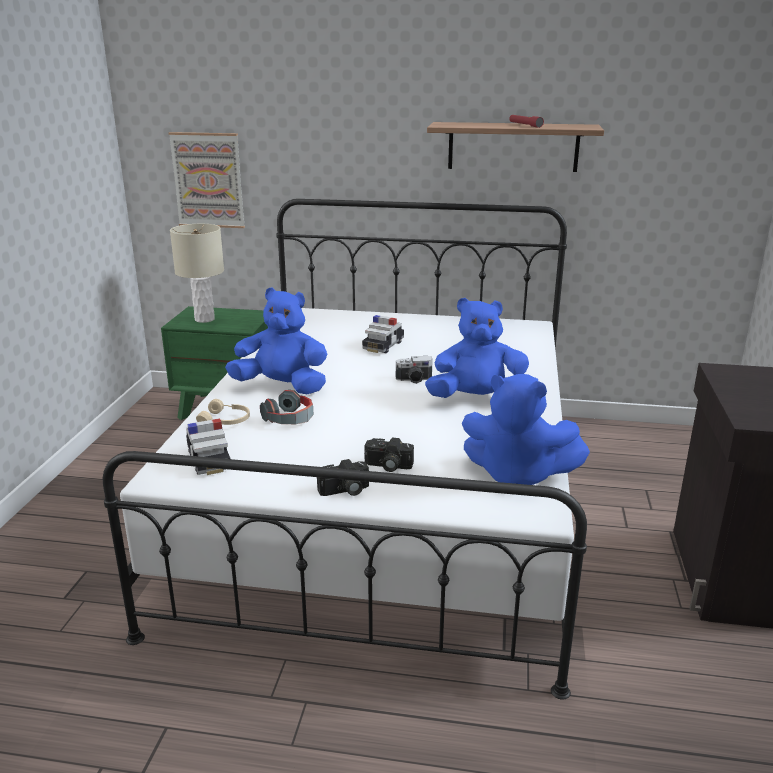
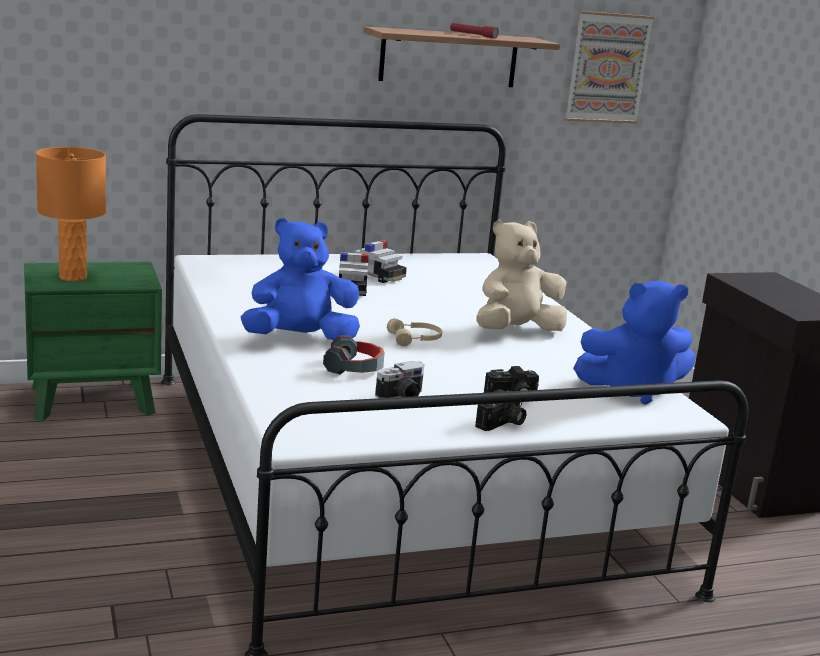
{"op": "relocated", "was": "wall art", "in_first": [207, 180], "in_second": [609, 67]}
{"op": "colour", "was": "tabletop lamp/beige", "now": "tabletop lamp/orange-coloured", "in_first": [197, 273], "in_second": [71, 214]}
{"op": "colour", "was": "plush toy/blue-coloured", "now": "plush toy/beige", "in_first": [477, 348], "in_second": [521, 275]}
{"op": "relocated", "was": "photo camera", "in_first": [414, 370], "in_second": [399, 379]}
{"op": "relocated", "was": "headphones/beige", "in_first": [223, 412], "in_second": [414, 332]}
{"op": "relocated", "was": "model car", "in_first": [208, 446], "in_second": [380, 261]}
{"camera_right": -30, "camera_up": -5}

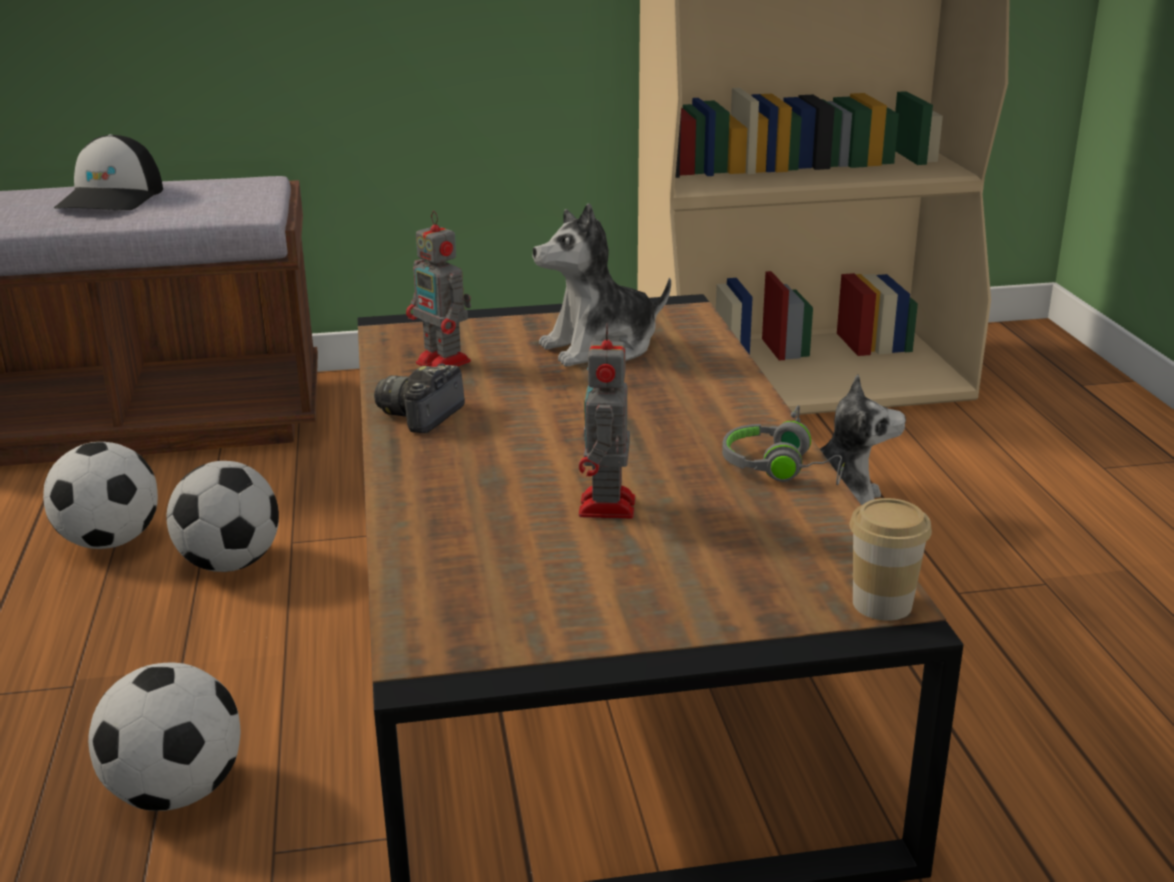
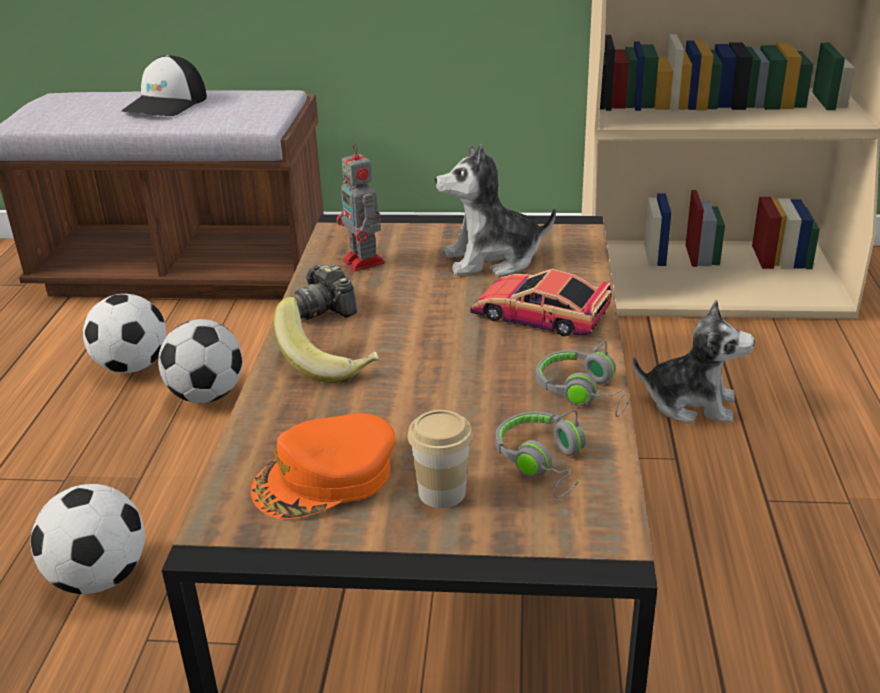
{"op": "missing", "was": "model robot", "in_first": [607, 421]}
{"op": "spun", "was": "photo camera", "in_first": [419, 398], "in_second": [324, 292], "clockwise": -75}
{"op": "relocated", "was": "cup", "in_first": [891, 559], "in_second": [440, 459]}
{"op": "appeared", "now": "model car", "in_second": [541, 303]}
{"op": "appeared", "now": "banana", "in_second": [327, 340]}
{"op": "appeared", "now": "headphones/grey", "in_second": [541, 454]}
{"op": "appeared", "now": "peaked cap/orange-coloured", "in_second": [323, 466]}
{"camera_right": 15, "camera_up": 5}

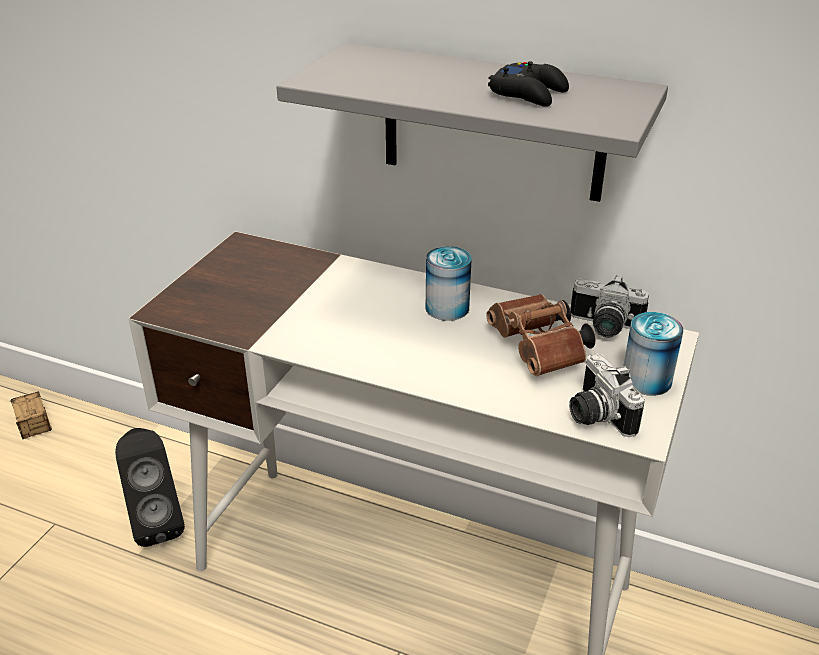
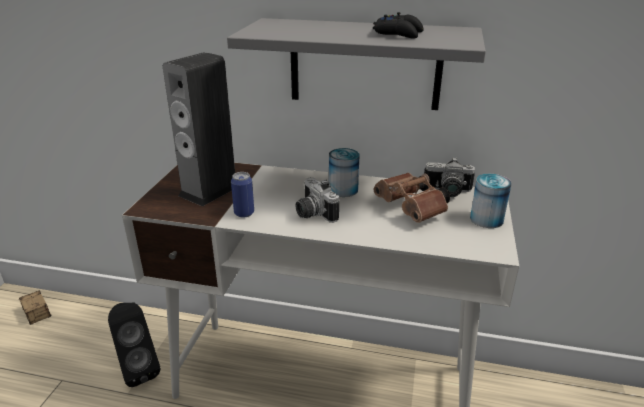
{"op": "relocated", "was": "photo camera", "in_first": [607, 395], "in_second": [317, 200]}
{"op": "appeared", "now": "audio speaker", "in_second": [199, 129]}
{"op": "appeared", "now": "can", "in_second": [242, 194]}
{"camera_right": -10, "camera_up": -5}

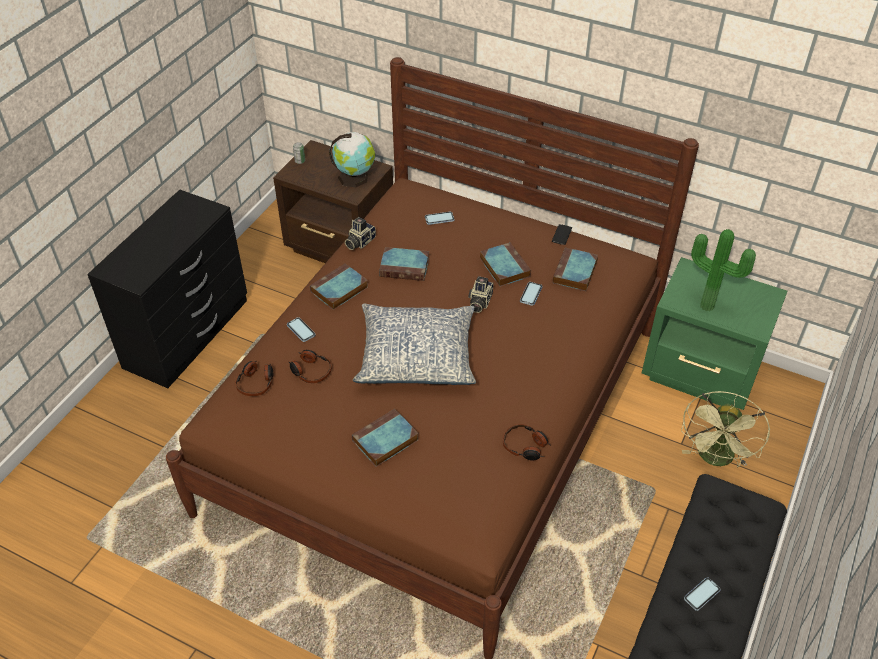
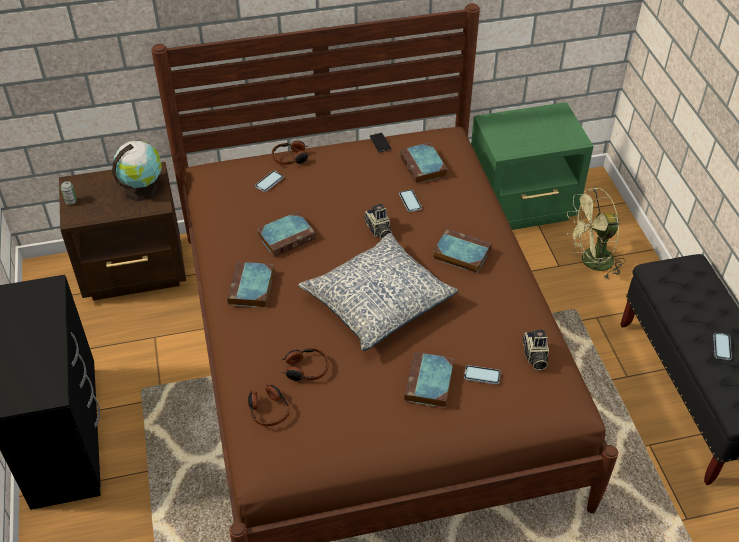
{"op": "relocated", "was": "photo camera", "in_first": [360, 233], "in_second": [535, 350]}
{"op": "missing", "was": "potted plant", "in_first": [723, 270]}
{"op": "relocated", "was": "book", "in_first": [505, 264], "in_second": [462, 251]}
{"op": "relocated", "was": "phone", "in_first": [301, 329], "in_second": [482, 375]}
{"op": "spun", "was": "electric fan/green-coloured", "in_first": [725, 429], "in_second": [596, 233], "clockwise": 90}
{"op": "relocated", "was": "headphones", "in_first": [527, 442], "in_second": [291, 153]}
{"camera_right": -40, "camera_up": 0}

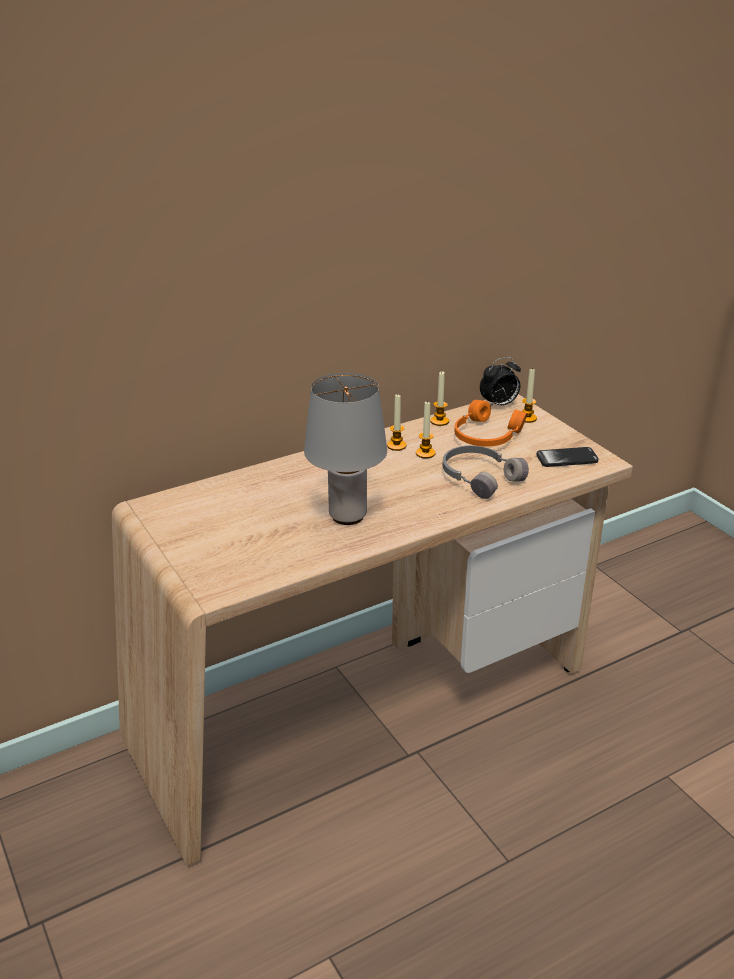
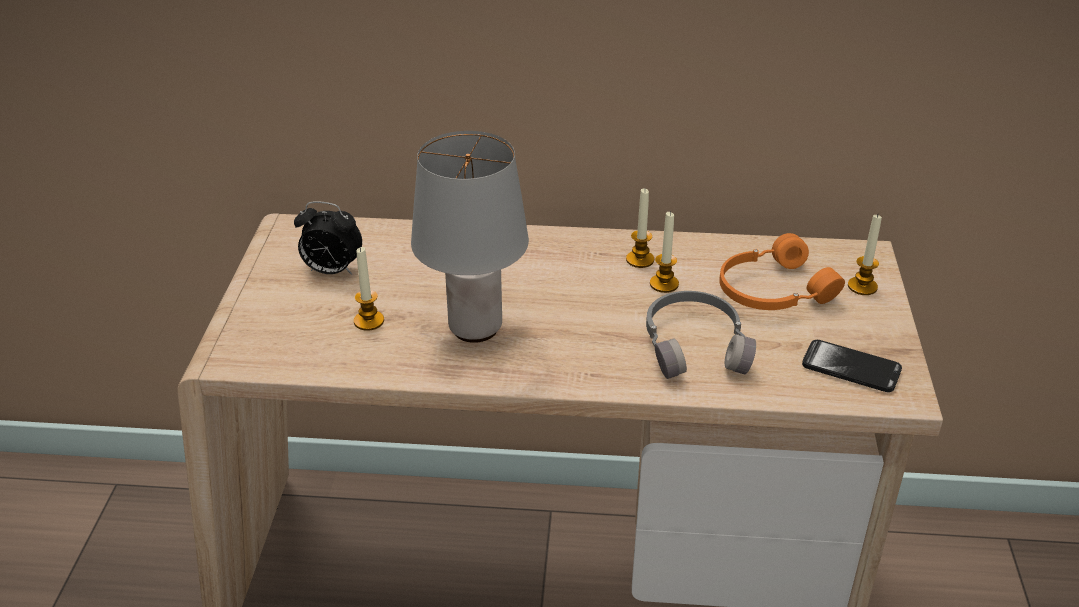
{"op": "relocated", "was": "table clock", "in_first": [500, 382], "in_second": [328, 238]}
{"op": "relocated", "was": "candle", "in_first": [439, 398], "in_second": [369, 289]}
{"camera_right": 35, "camera_up": 5}

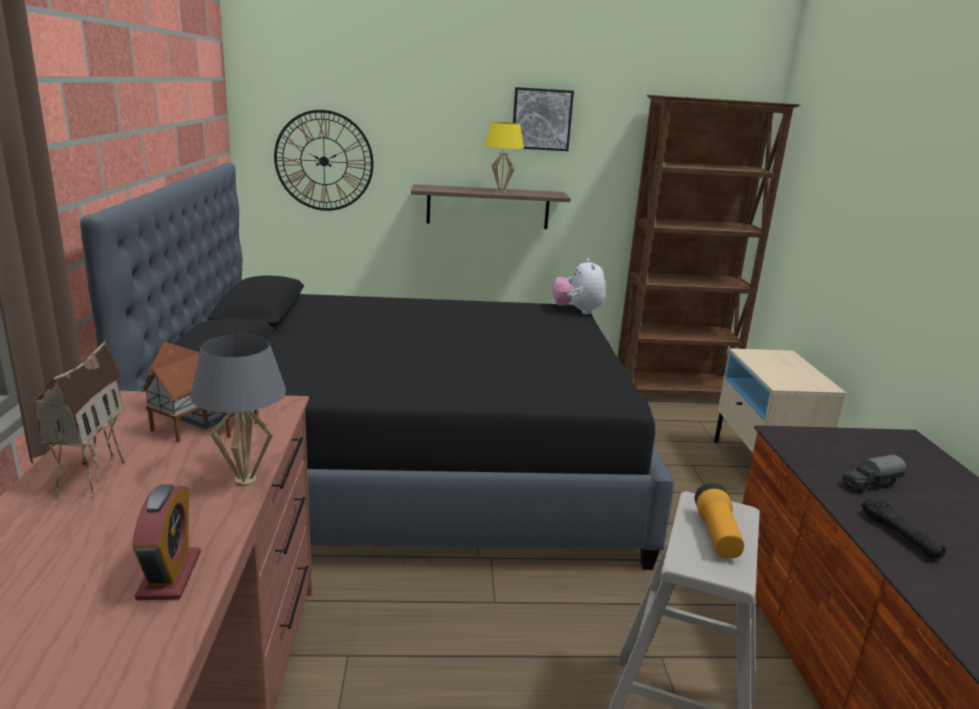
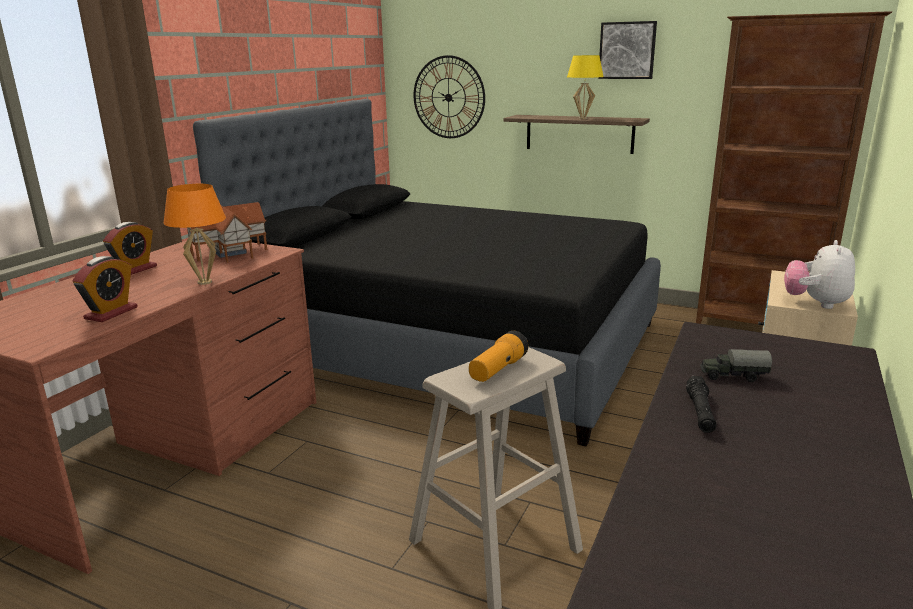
{"op": "relocated", "was": "plush toy", "in_first": [578, 286], "in_second": [819, 274]}
{"op": "colour", "was": "tabletop lamp/grey", "now": "tabletop lamp/orange-coloured", "in_first": [238, 410], "in_second": [195, 234]}
{"op": "exchanged", "was": "model house", "now": "table clock", "in_first": [76, 420], "in_second": [130, 248]}
{"camera_right": 30, "camera_up": 0}

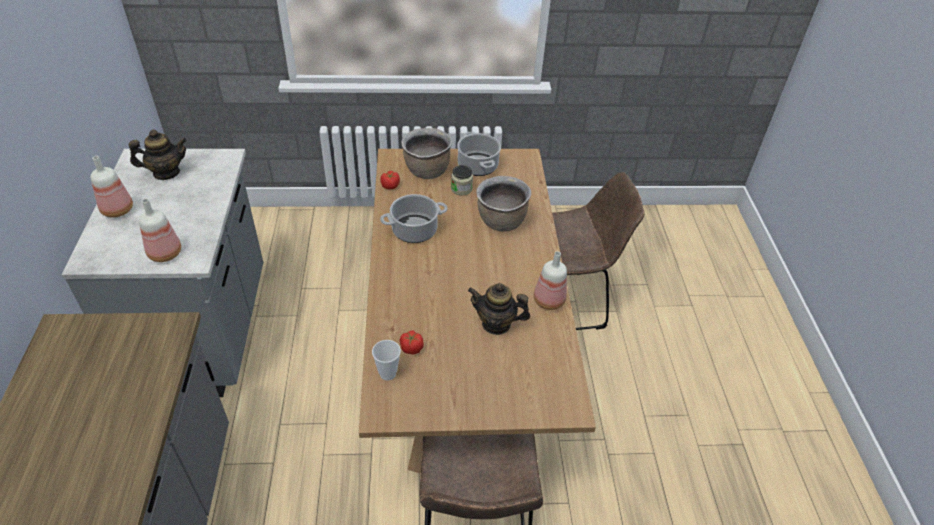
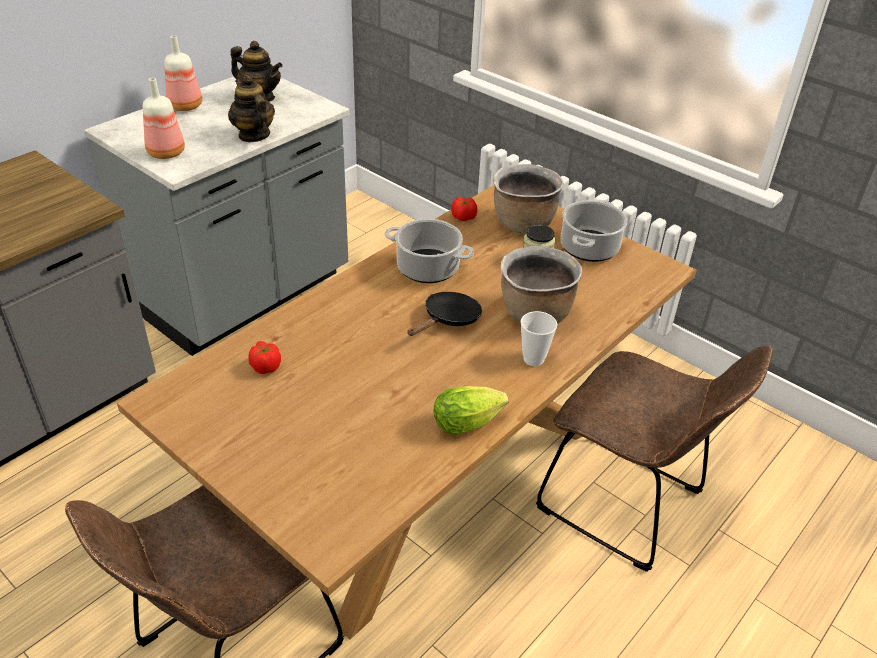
{"op": "exchanged", "was": "drink bottle", "now": "lettuce head", "in_first": [550, 280], "in_second": [471, 410]}
{"op": "relocated", "was": "tea pot", "in_first": [499, 309], "in_second": [251, 108]}
{"op": "relocated", "was": "cup", "in_first": [386, 360], "in_second": [539, 338]}
{"op": "appeared", "now": "skillet/black", "in_second": [444, 314]}
{"camera_right": 45, "camera_up": -5}

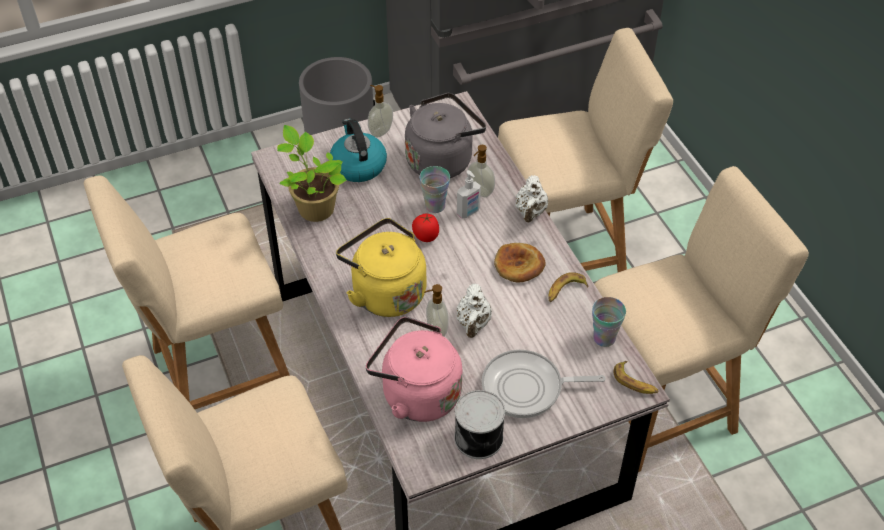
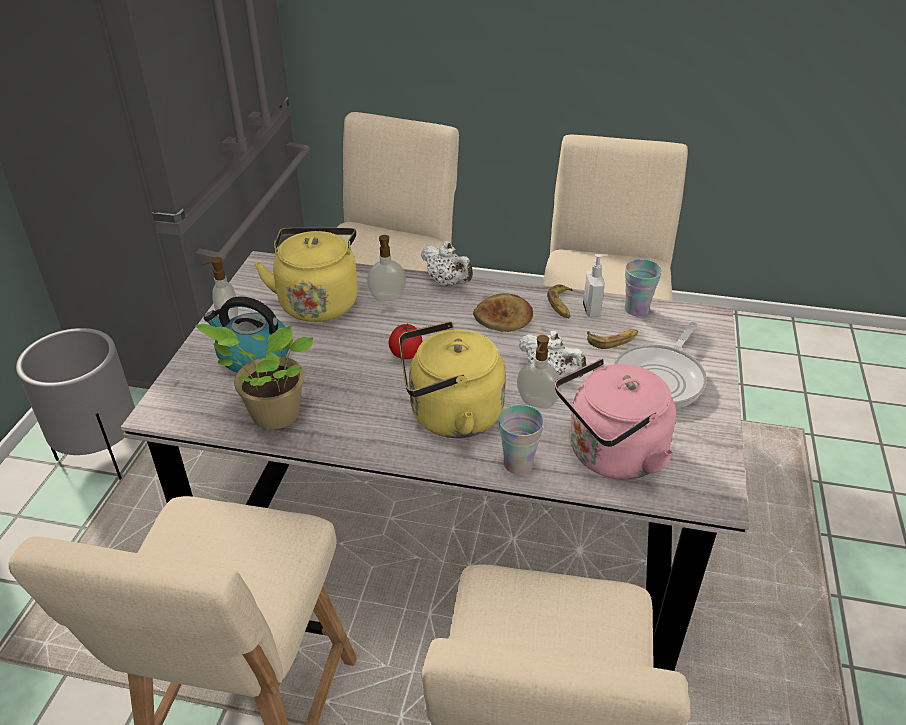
{"op": "colour", "was": "tea kettle/grey", "now": "tea kettle/yellowish", "in_first": [445, 135], "in_second": [306, 275]}
{"op": "relocated", "was": "cup", "in_first": [435, 189], "in_second": [521, 439]}
{"op": "relocated", "was": "liquid soap bottle", "in_first": [469, 194], "in_second": [595, 285]}
{"op": "relocated", "was": "banana", "in_first": [636, 377], "in_second": [612, 339]}
{"op": "missing", "was": "can", "in_first": [479, 424]}
{"camera_right": -55, "camera_up": -10}

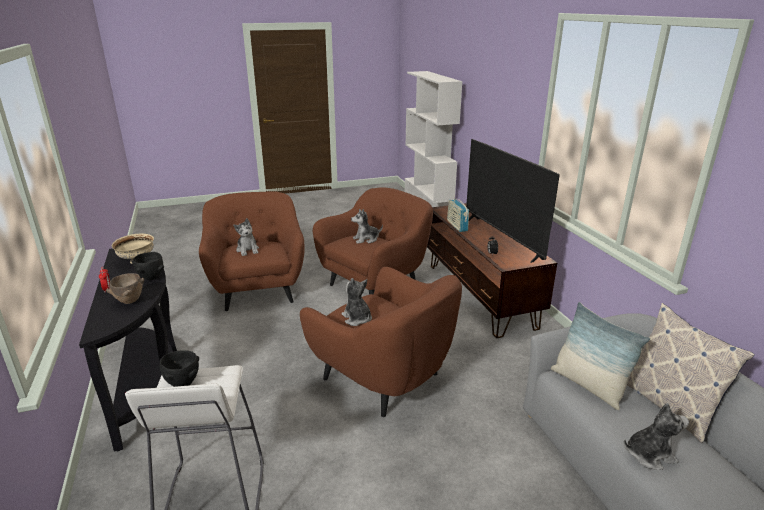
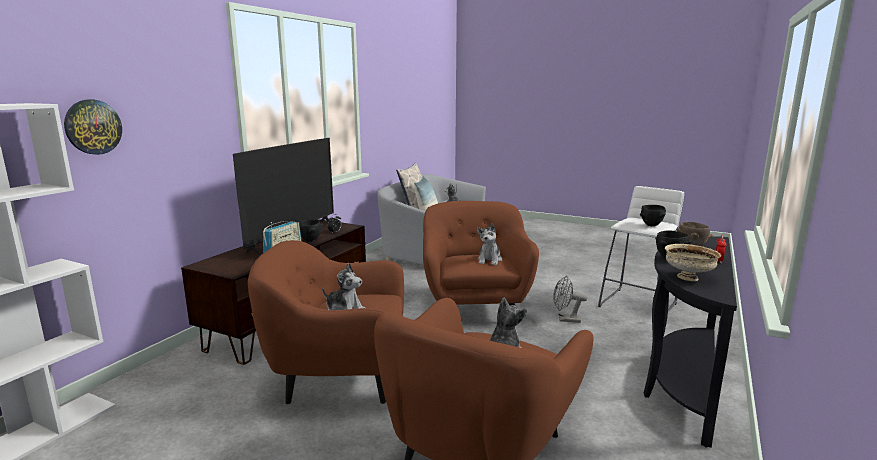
{"op": "appeared", "now": "wall clock", "in_second": [93, 127]}
{"op": "appeared", "now": "bowl/black", "in_second": [311, 230]}
{"op": "appeared", "now": "electric fan/grey", "in_second": [570, 299]}
{"camera_right": -135, "camera_up": -10}

